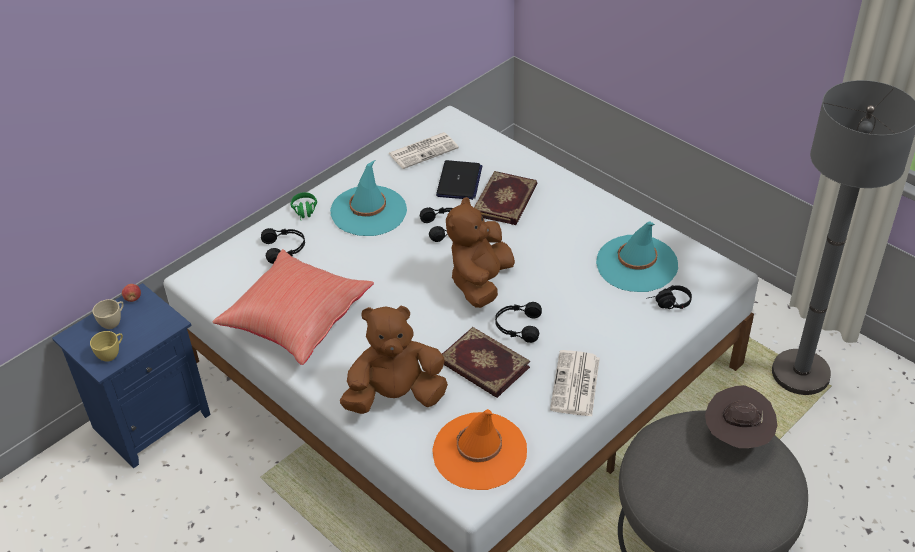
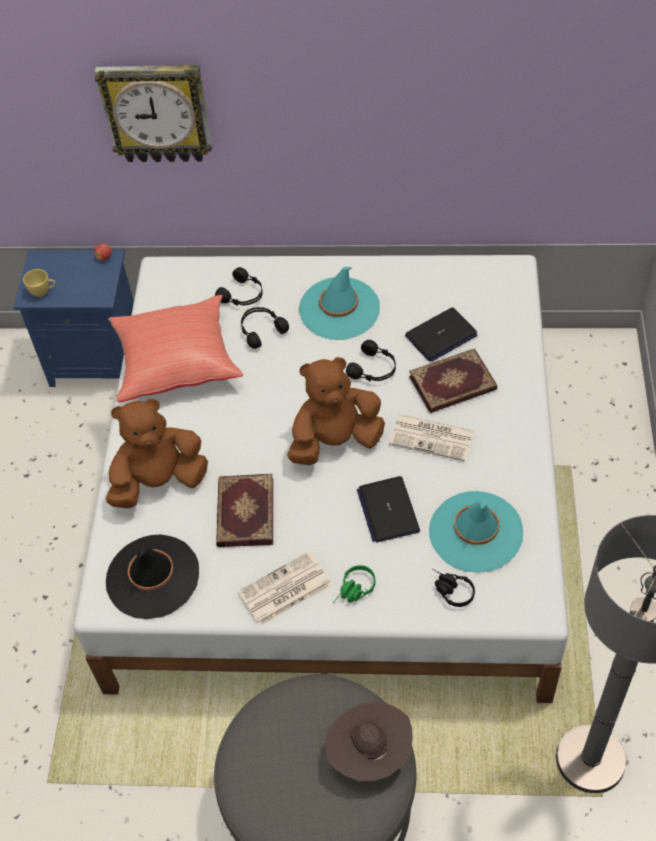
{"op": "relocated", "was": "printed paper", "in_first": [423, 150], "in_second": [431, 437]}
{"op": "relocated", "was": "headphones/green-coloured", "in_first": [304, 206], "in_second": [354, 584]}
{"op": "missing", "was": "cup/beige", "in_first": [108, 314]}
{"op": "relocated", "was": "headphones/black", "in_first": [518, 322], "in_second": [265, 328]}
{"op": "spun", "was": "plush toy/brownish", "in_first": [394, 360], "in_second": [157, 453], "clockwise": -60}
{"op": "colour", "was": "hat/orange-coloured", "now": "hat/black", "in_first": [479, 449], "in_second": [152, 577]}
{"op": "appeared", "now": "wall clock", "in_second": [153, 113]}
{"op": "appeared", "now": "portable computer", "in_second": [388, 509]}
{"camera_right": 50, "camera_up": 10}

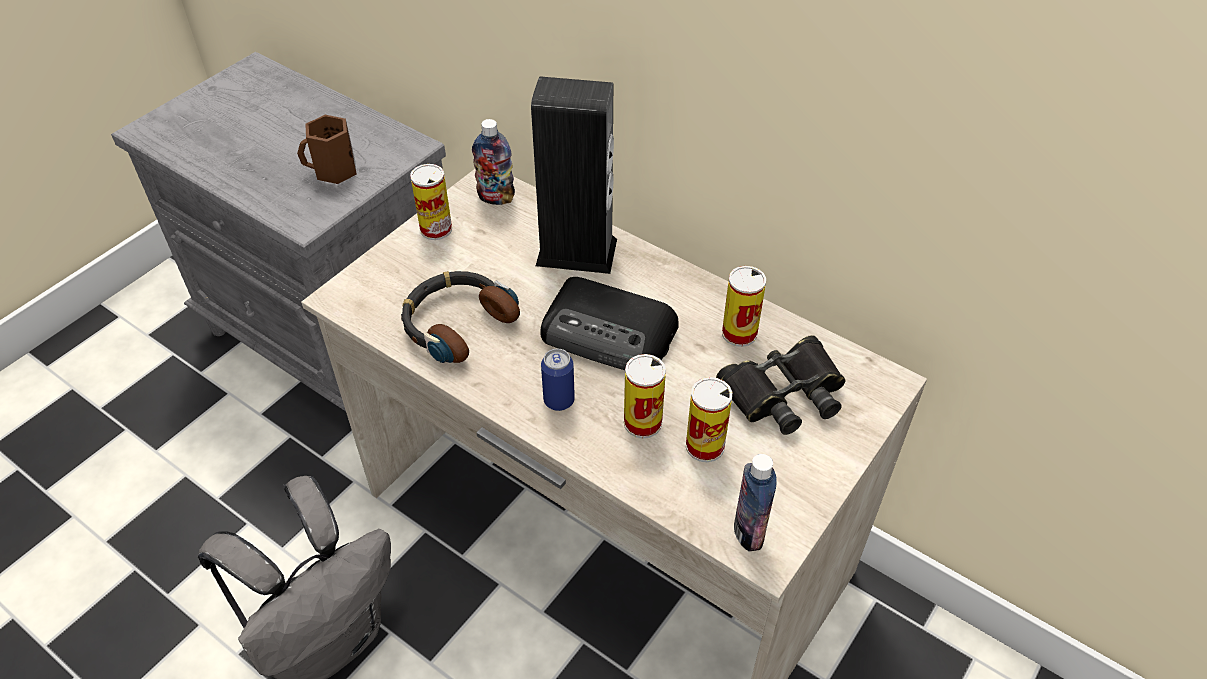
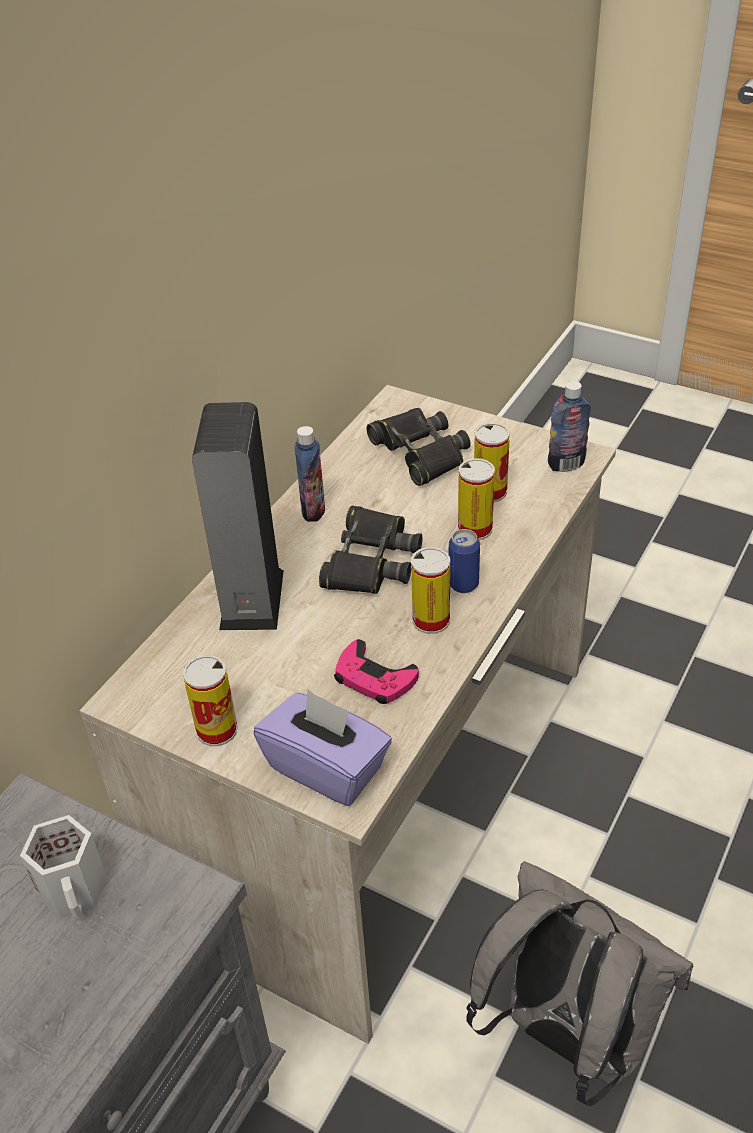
{"op": "colour", "was": "tea mug/brownish", "now": "tea mug/white-coloured", "in_first": [327, 149], "in_second": [63, 867]}
{"op": "relocated", "was": "drink bottle", "in_first": [493, 162], "in_second": [309, 474]}
{"op": "relocated", "was": "can", "in_first": [744, 306], "in_second": [430, 590]}
{"op": "exchanged", "was": "headphones", "now": "joypad/pink-coloured", "in_first": [460, 317], "in_second": [376, 671]}
{"op": "exchanged", "was": "radio receiver", "now": "pair of binoculars/black", "in_first": [609, 323], "in_second": [370, 550]}
{"op": "appeared", "now": "tissue box/purple-coloured", "in_second": [322, 747]}
{"camera_right": -95, "camera_up": -5}

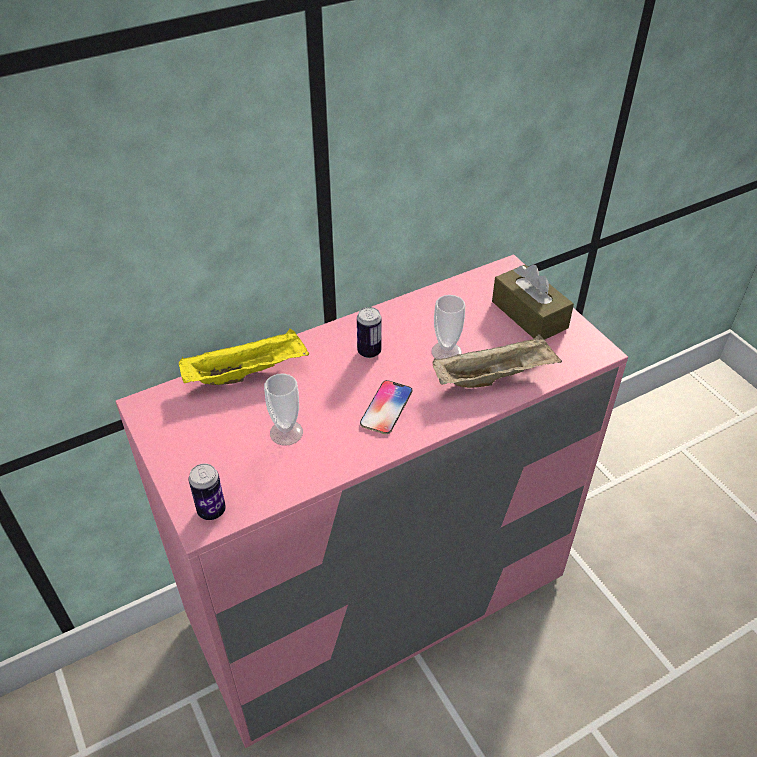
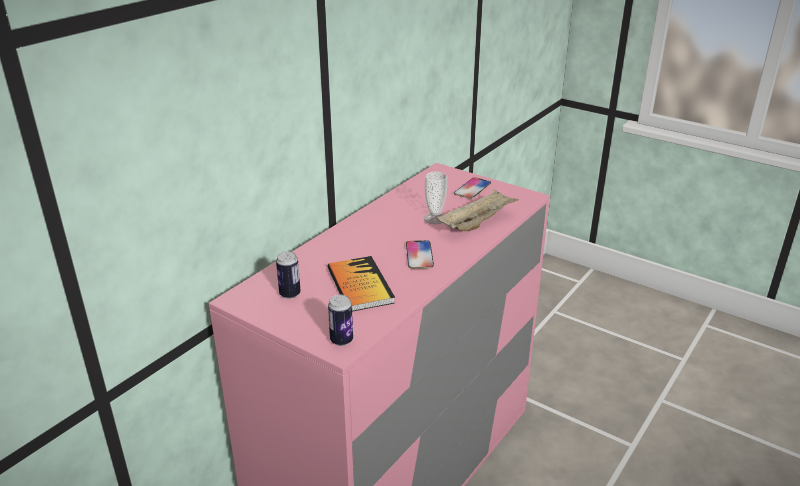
{"op": "exchanged", "was": "tissue box/brownish", "now": "phone", "in_first": [533, 302], "in_second": [472, 188]}
{"op": "relocated", "was": "can", "in_first": [369, 332], "in_second": [288, 275]}
{"op": "missing", "was": "tray/yellowish", "in_first": [244, 357]}
{"op": "exchanged", "was": "cup", "now": "book", "in_first": [283, 409], "in_second": [361, 283]}
{"camera_right": -25, "camera_up": -15}

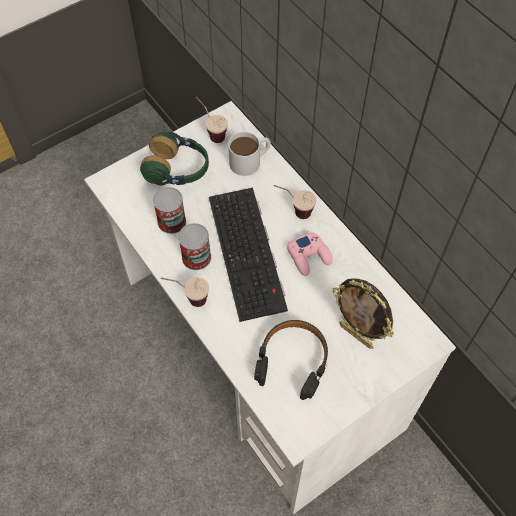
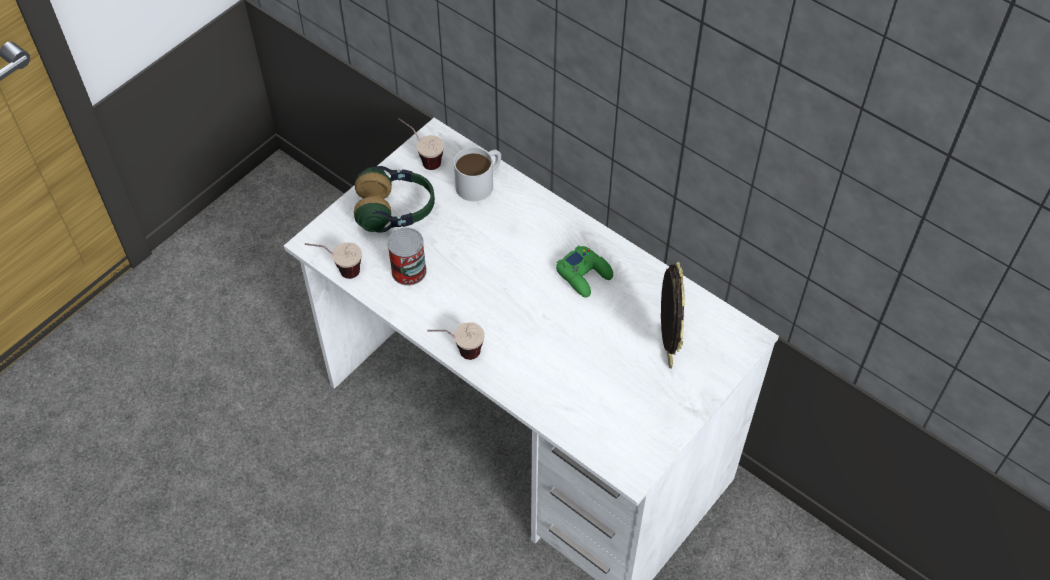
{"op": "relocated", "was": "cup", "in_first": [294, 202], "in_second": [333, 260]}
{"op": "missing", "was": "keyboard", "in_first": [248, 255]}
{"op": "missing", "was": "can", "in_first": [194, 246]}
{"op": "colour", "was": "joypad/pink-coloured", "now": "joypad/green-coloured", "in_first": [310, 253], "in_second": [584, 271]}
{"op": "spun", "was": "photo frame", "in_first": [363, 313], "in_second": [673, 315], "clockwise": -120}
{"op": "missing", "was": "headphones/black", "in_first": [291, 360]}
{"camera_right": -15, "camera_up": -5}

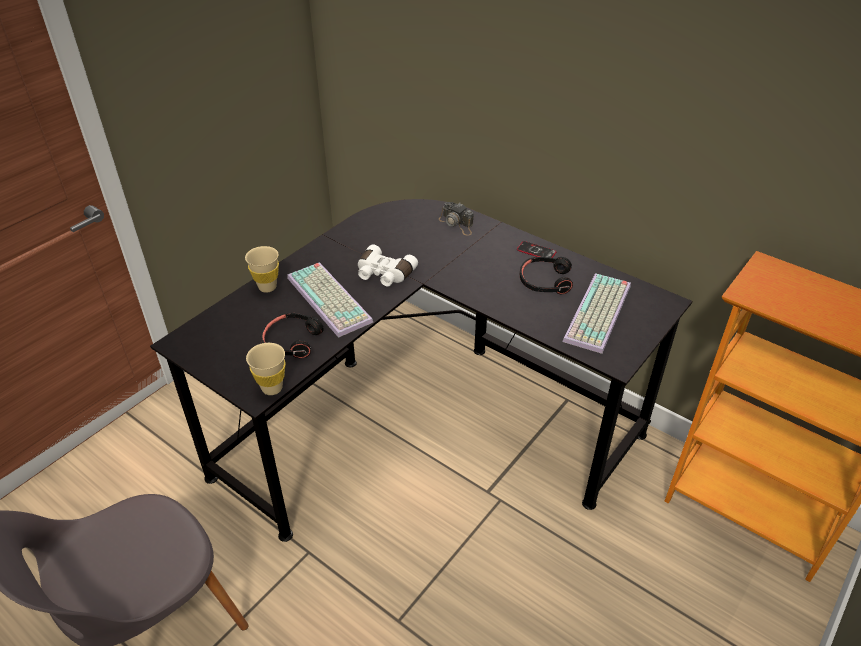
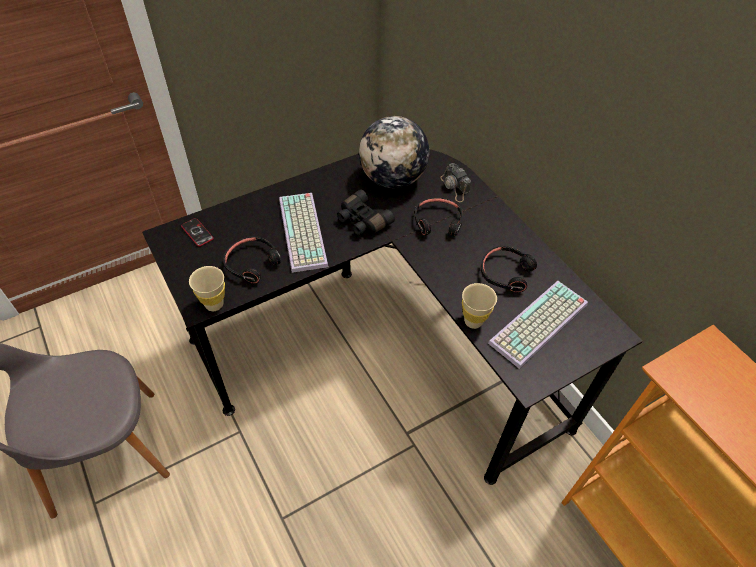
{"op": "relocated", "was": "phone", "in_first": [536, 249], "in_second": [197, 232]}
{"op": "colour", "was": "pair of binoculars/white-coloured", "now": "pair of binoculars/black", "in_first": [388, 266], "in_second": [366, 212]}
{"op": "relocated", "was": "cup/beige", "in_first": [262, 269], "in_second": [479, 306]}
{"op": "appeared", "now": "world globe", "in_second": [394, 152]}
{"op": "appeared", "now": "headphones/black", "in_second": [439, 217]}
{"camera_right": 20, "camera_up": 10}

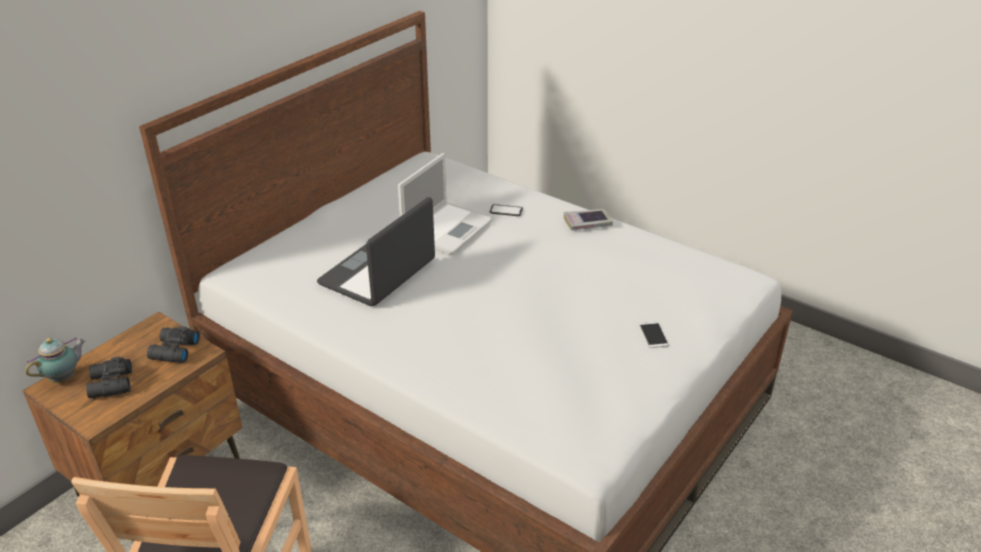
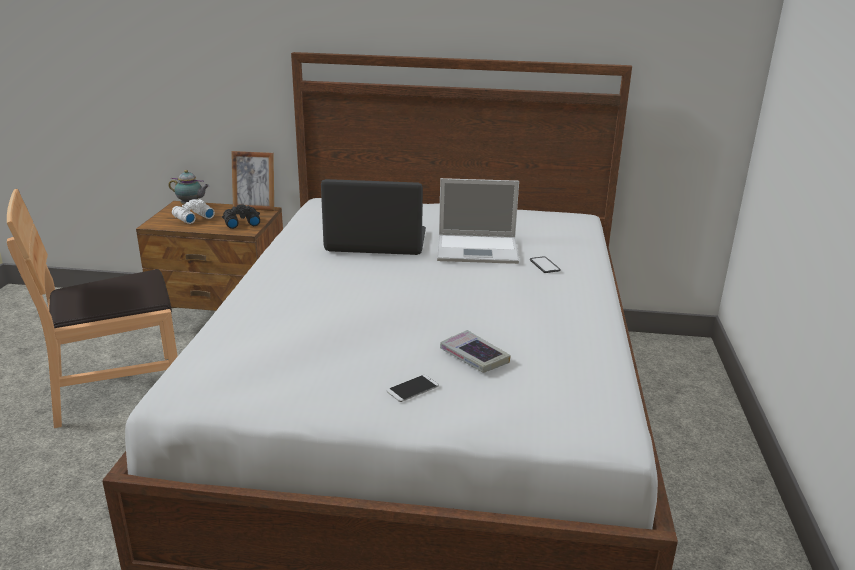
{"op": "relocated", "was": "book", "in_first": [588, 220], "in_second": [475, 351]}
{"op": "colour", "was": "pair of binoculars/black", "now": "pair of binoculars/white-coloured", "in_first": [109, 377], "in_second": [193, 211]}
{"op": "appeared", "now": "photo frame", "in_second": [252, 181]}
{"camera_right": 60, "camera_up": -10}

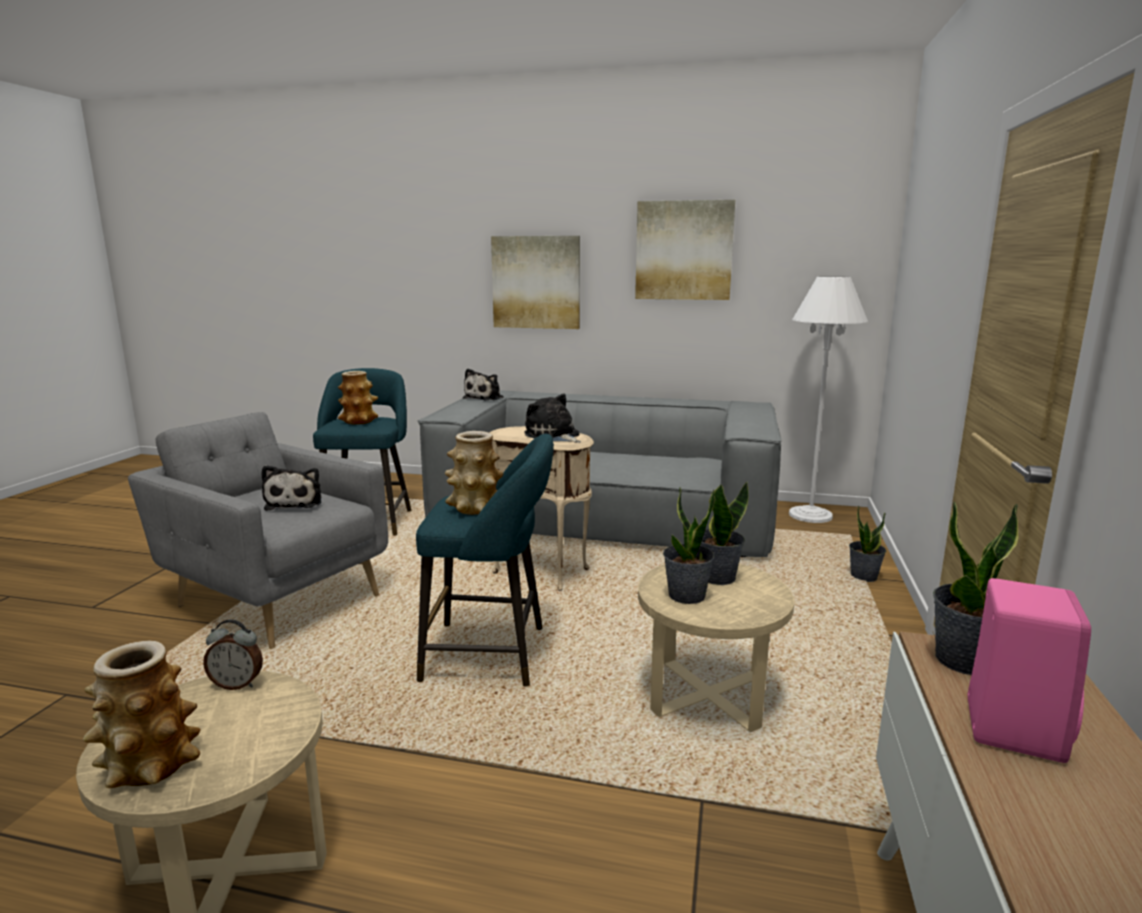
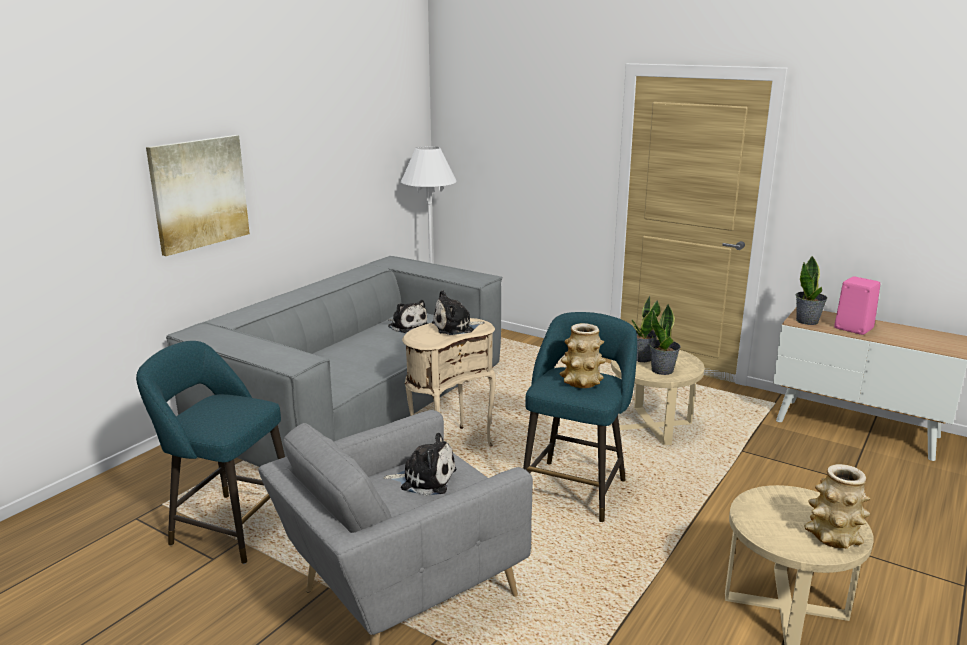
{"op": "missing", "was": "wall art", "in_first": [685, 250]}
{"op": "relocated", "was": "plush toy", "in_first": [483, 385], "in_second": [408, 316]}
{"op": "missing", "was": "flower vase", "in_first": [358, 398]}
{"op": "missing", "was": "potted plant", "in_first": [867, 544]}
{"op": "missing", "was": "table clock", "in_first": [233, 654]}
{"camera_right": -70, "camera_up": 5}

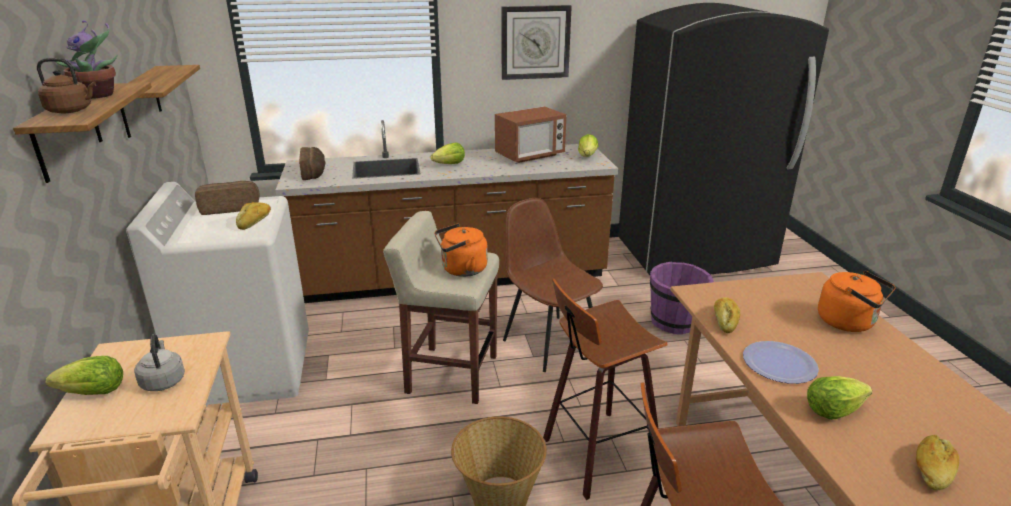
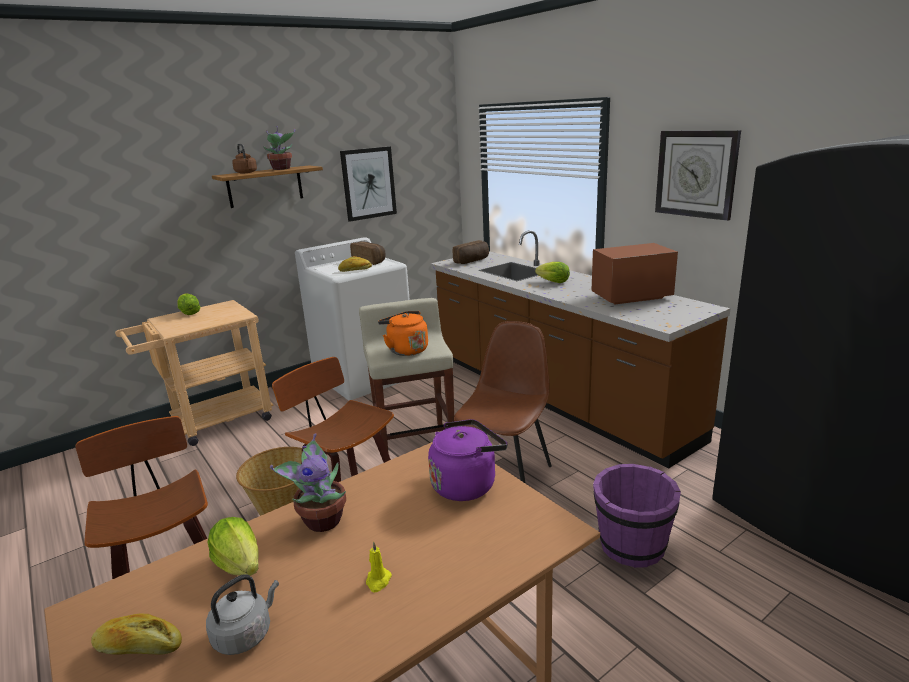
{"op": "exchanged", "was": "shelf", "now": "wall art", "in_first": [160, 101], "in_second": [368, 184]}
{"op": "spun", "was": "microwave oven", "in_first": [531, 134], "in_second": [634, 273], "clockwise": 135}
{"op": "missing", "was": "lettuce head", "in_first": [588, 145]}
{"op": "missing", "was": "tea kettle/orange-coloured", "in_first": [857, 301]}
{"op": "missing", "was": "bakery bread", "in_first": [727, 315]}
{"op": "relocated", "was": "tea kettle/grey", "in_first": [159, 362], "in_second": [242, 615]}
{"op": "exchanged", "was": "plate", "now": "potted plant", "in_first": [781, 362], "in_second": [308, 482]}
{"op": "appeared", "now": "tea kettle/purple-coloured", "in_second": [467, 460]}
{"op": "appeared", "now": "candle/yellowish", "in_second": [379, 566]}
{"camera_right": 65, "camera_up": -5}

